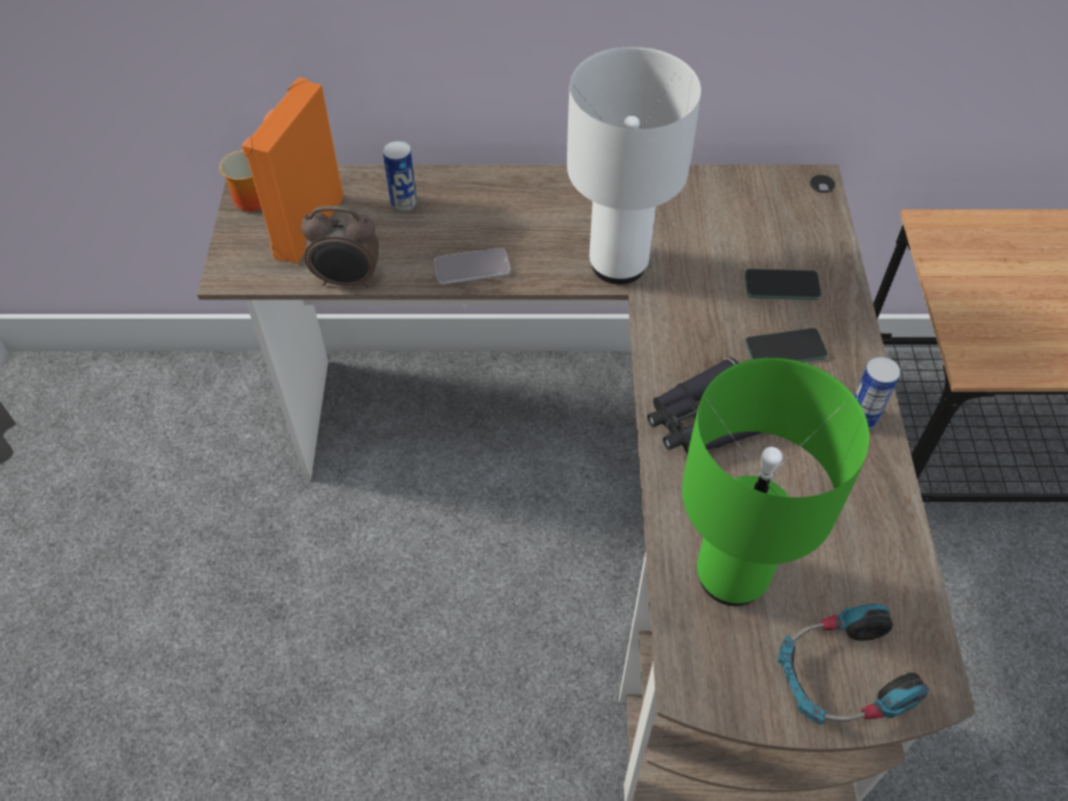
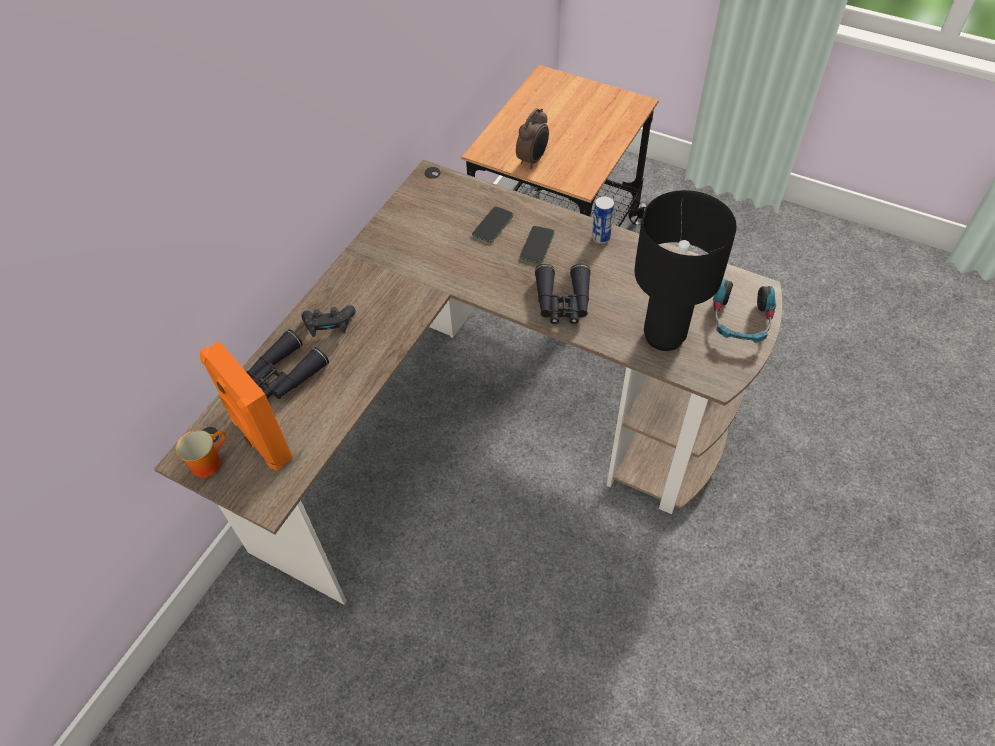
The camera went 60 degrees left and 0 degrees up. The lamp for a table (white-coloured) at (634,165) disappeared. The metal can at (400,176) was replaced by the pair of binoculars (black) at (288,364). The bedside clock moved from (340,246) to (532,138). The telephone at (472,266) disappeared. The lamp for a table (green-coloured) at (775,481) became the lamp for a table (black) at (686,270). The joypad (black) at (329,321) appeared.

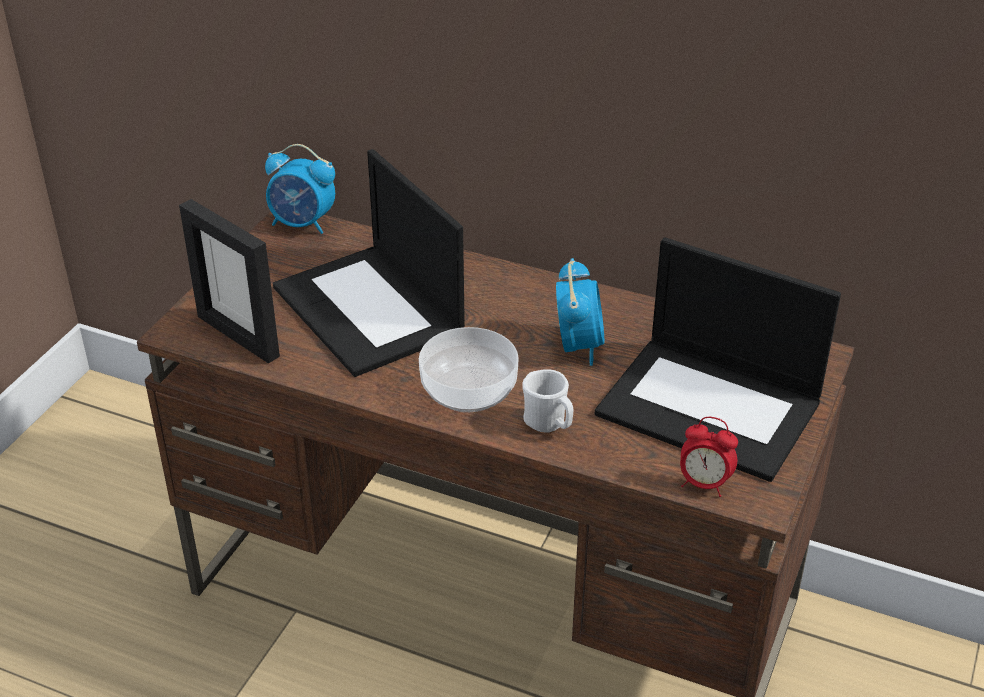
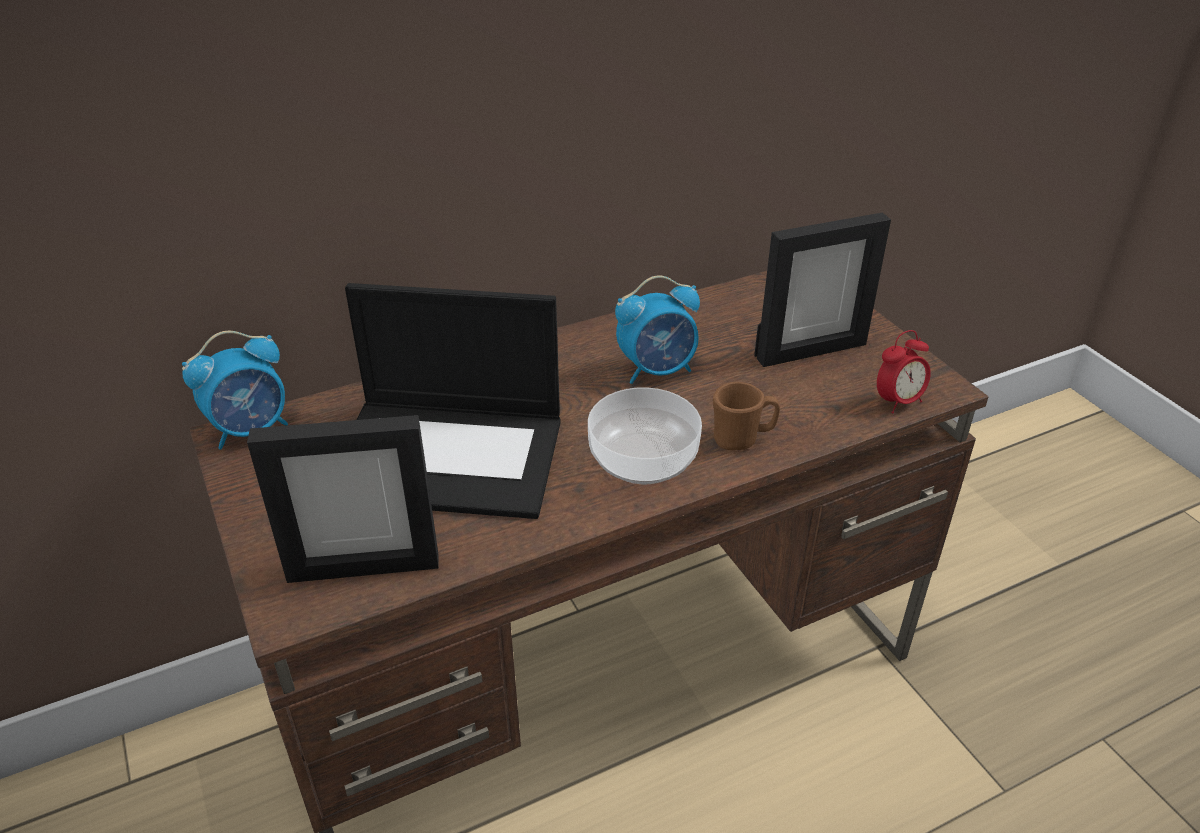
The camera went 50 degrees left and 0 degrees up. The portable computer at (718,359) was replaced by the picture frame at (822,289). The bedside clock at (580,312) turned 120 degrees clockwise. The tea mug (white-coloured) at (547,401) became the tea mug (brown) at (746,416).

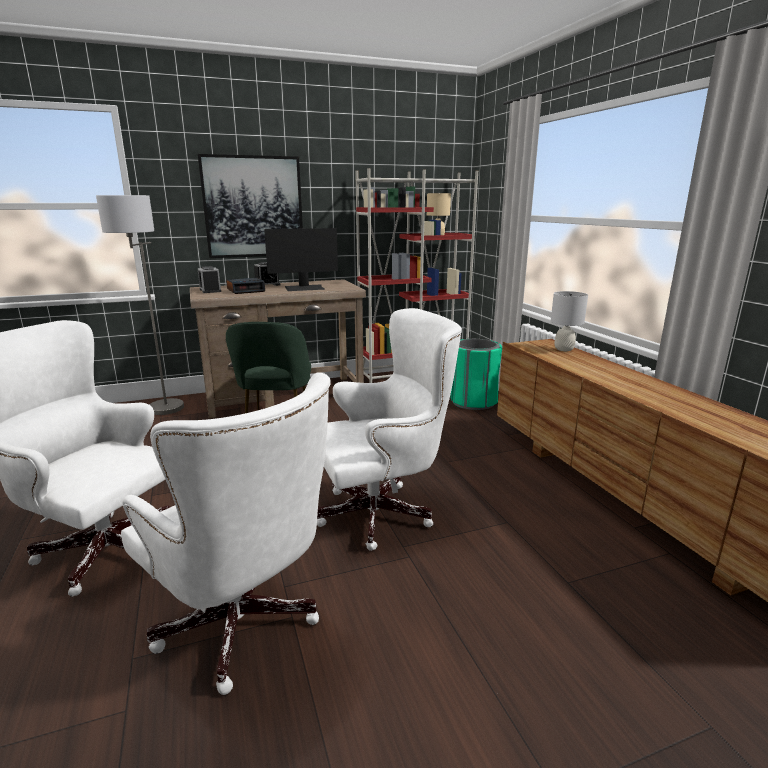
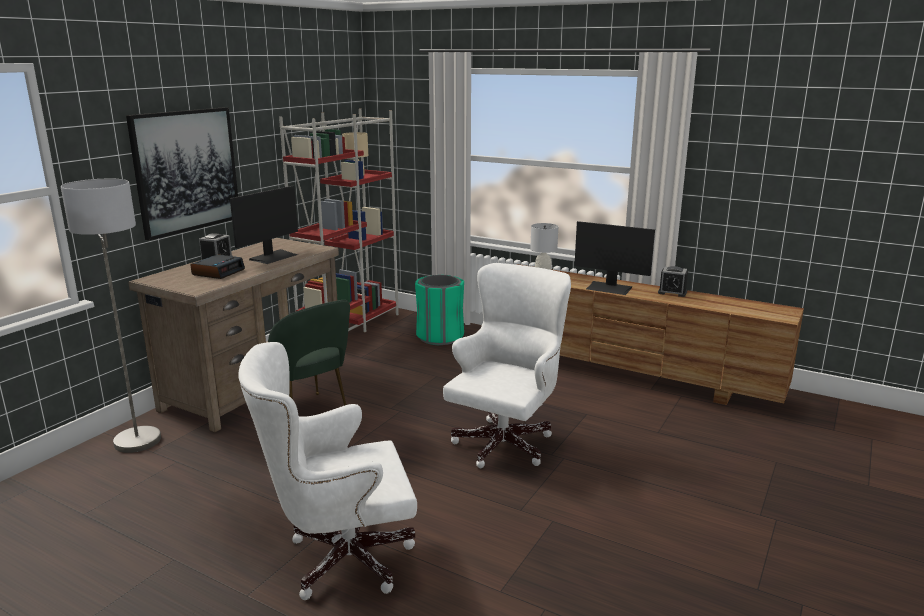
The camera went 40 degrees left and 0 degrees up. The bedside clock moved from (209,279) to (673,281). The computer chair (white-coloured) at (226,533) disappeared. The monitor at (614,258) appeared.

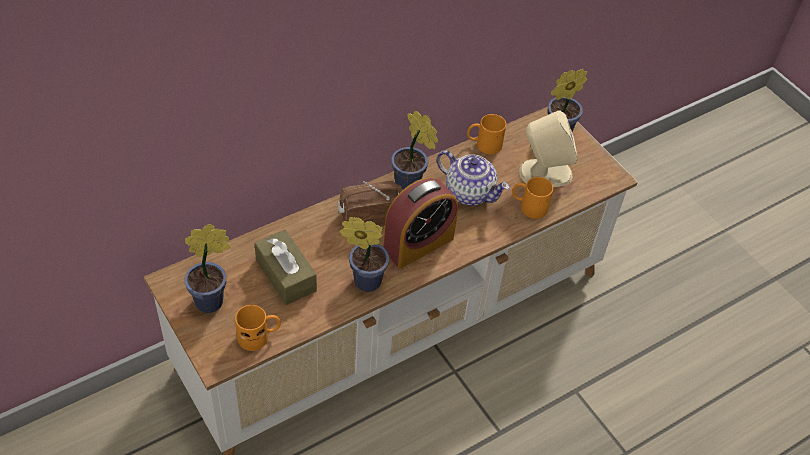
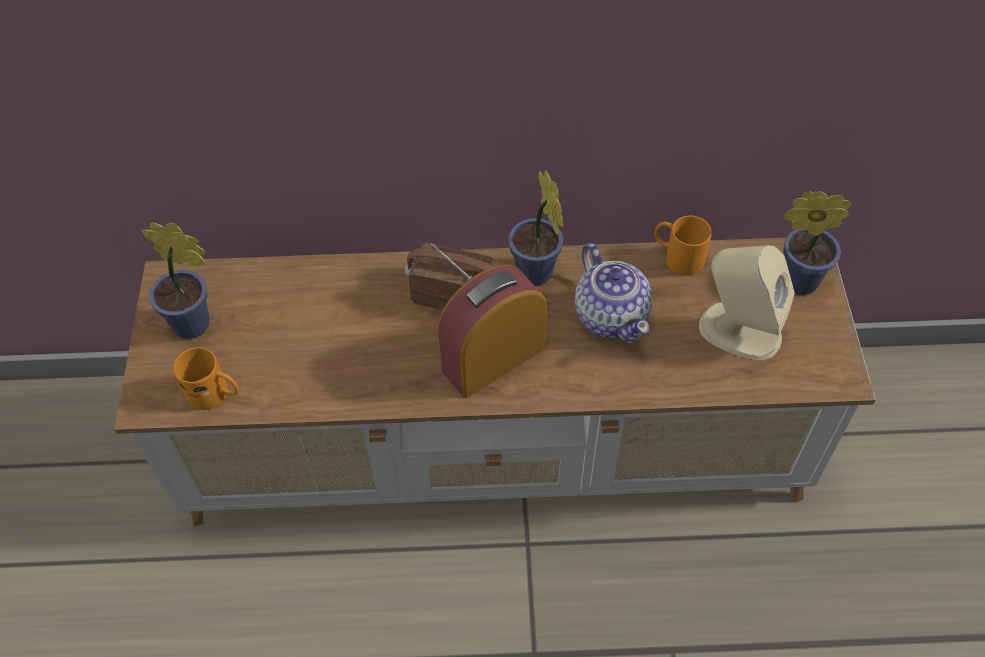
The camera went 35 degrees right and 5 degrees up. The bedside clock at (420,222) turned 150 degrees clockwise. The tea mug (orangey) at (532,198) disappeared. The plant in a pot at (364,254) disappeared. The tissue box (brown) at (285,267) disappeared.

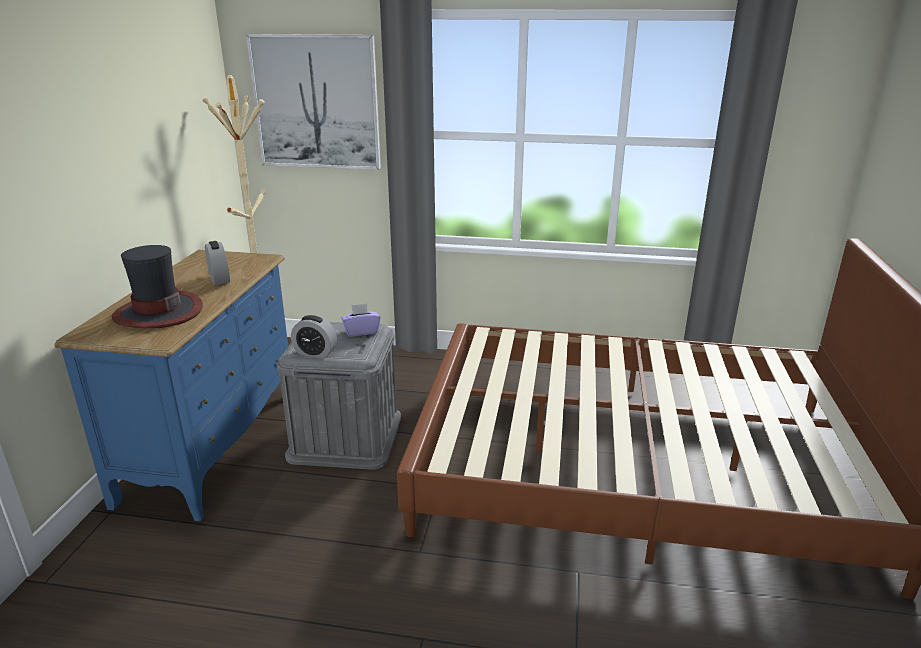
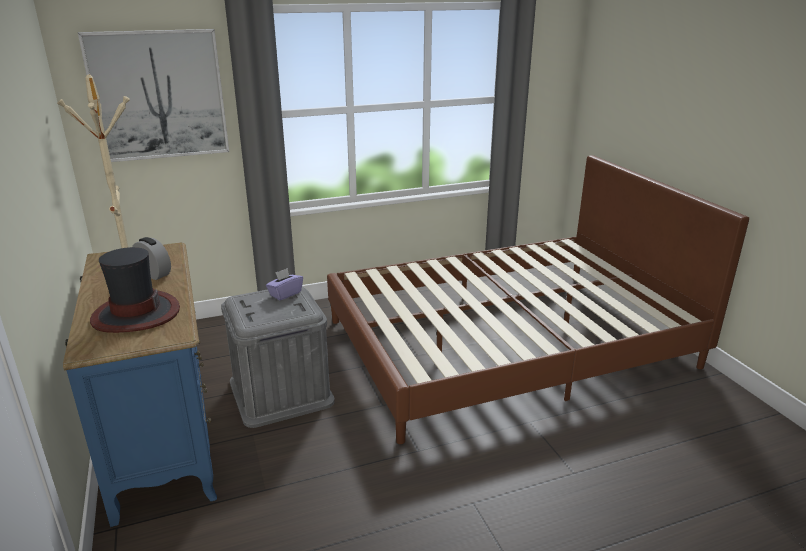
The camera went 30 degrees left and 0 degrees up. The bedside clock at (314,336) disappeared.

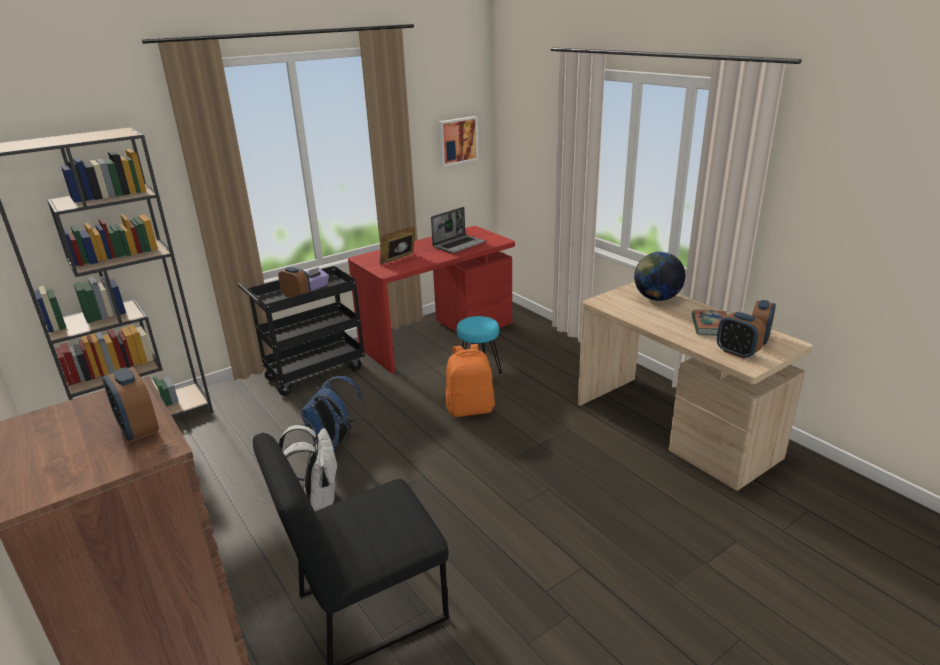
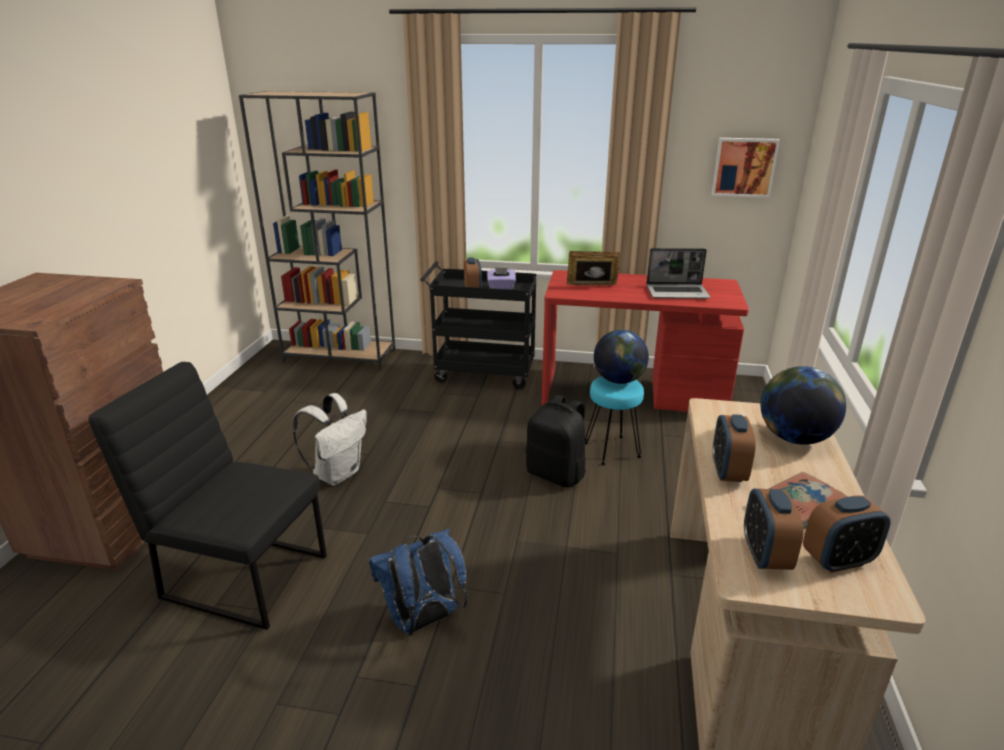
The camera went 45 degrees right and 0 degrees up. The rucksack (orangey) at (470,380) became the rucksack (black) at (556,441). The bedside clock moved from (130,404) to (734,448). The rucksack (blue-coloured) moved from (333,413) to (418,582). The globe at (621,357) appeared.

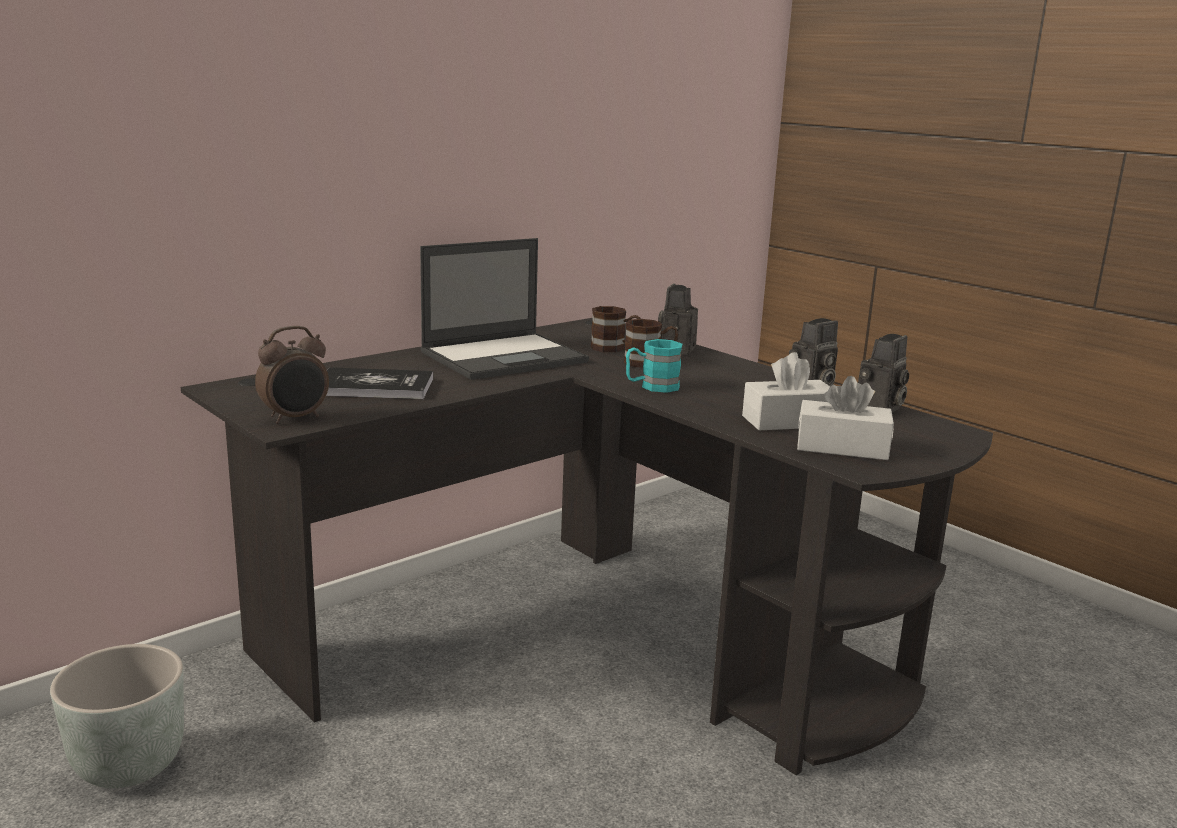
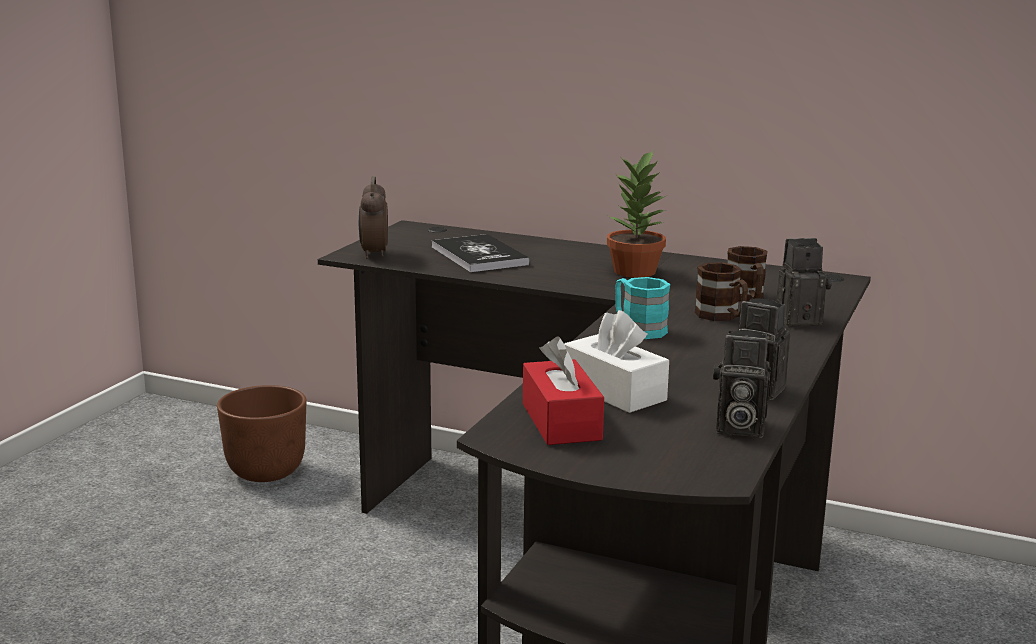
The camera went 65 degrees right and 0 degrees up. The portable computer at (504,309) was replaced by the plant in a pot at (636,214). The bedside clock at (292,375) turned 60 degrees clockwise. The tissue box (white-coloured) at (845,418) became the tissue box (reddish) at (563,390). The plant pot (gray) at (117,716) became the plant pot (brown) at (262,433).

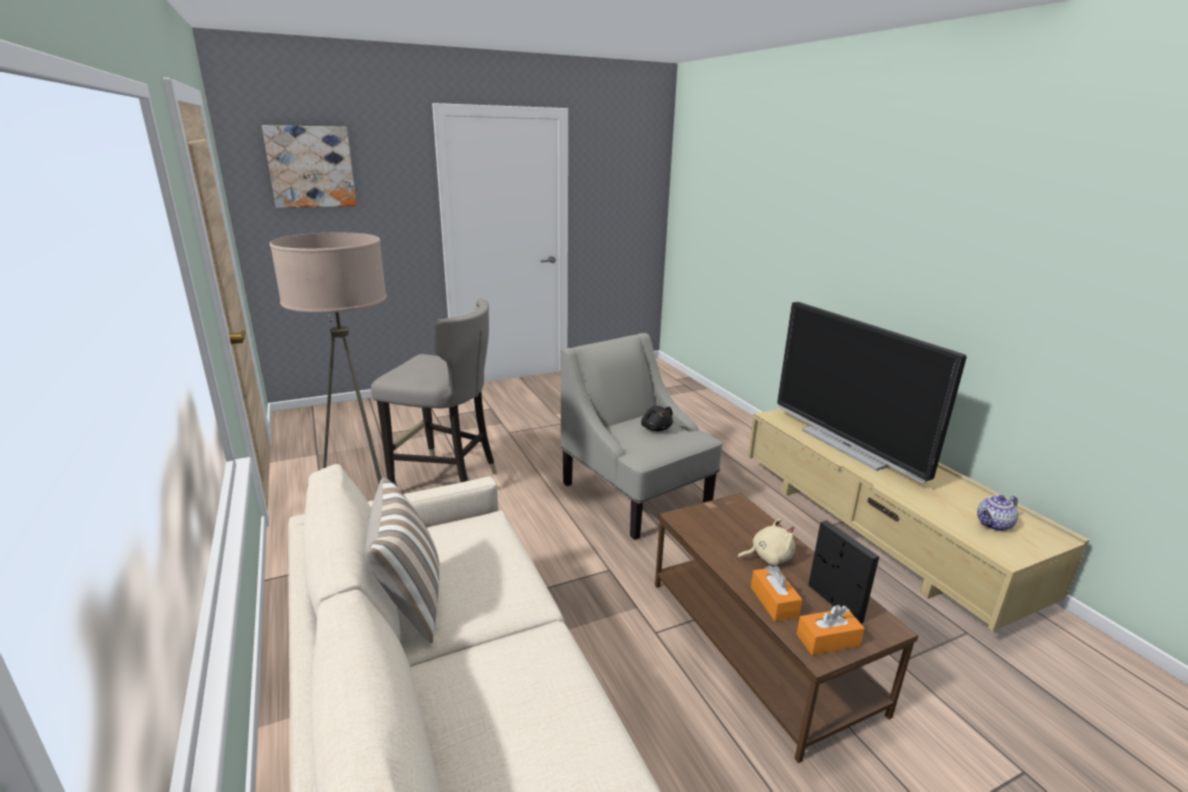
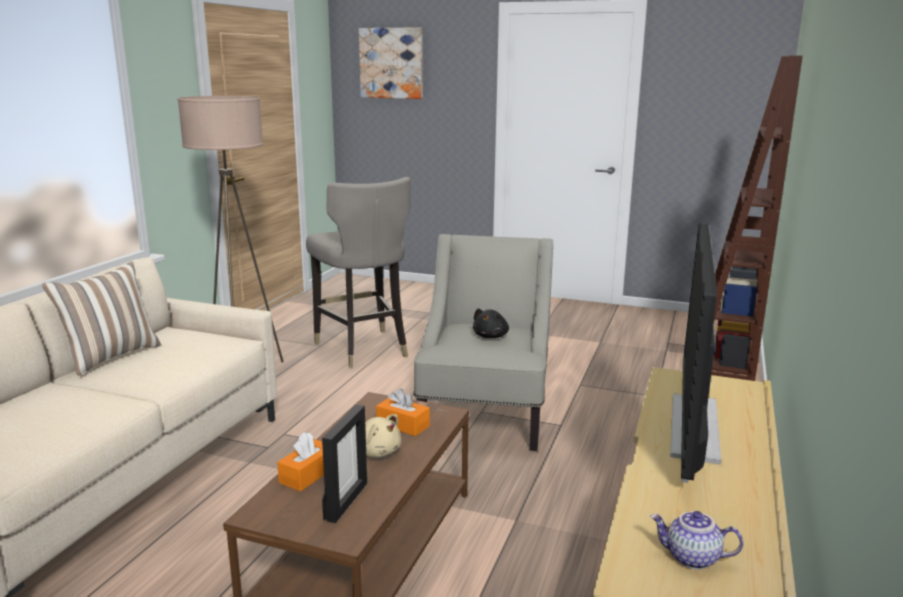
The camera went 45 degrees right and 5 degrees down. The tissue box (orangey) moved from (831,630) to (403,412). The bookshelf (brown) at (757,218) appeared.

